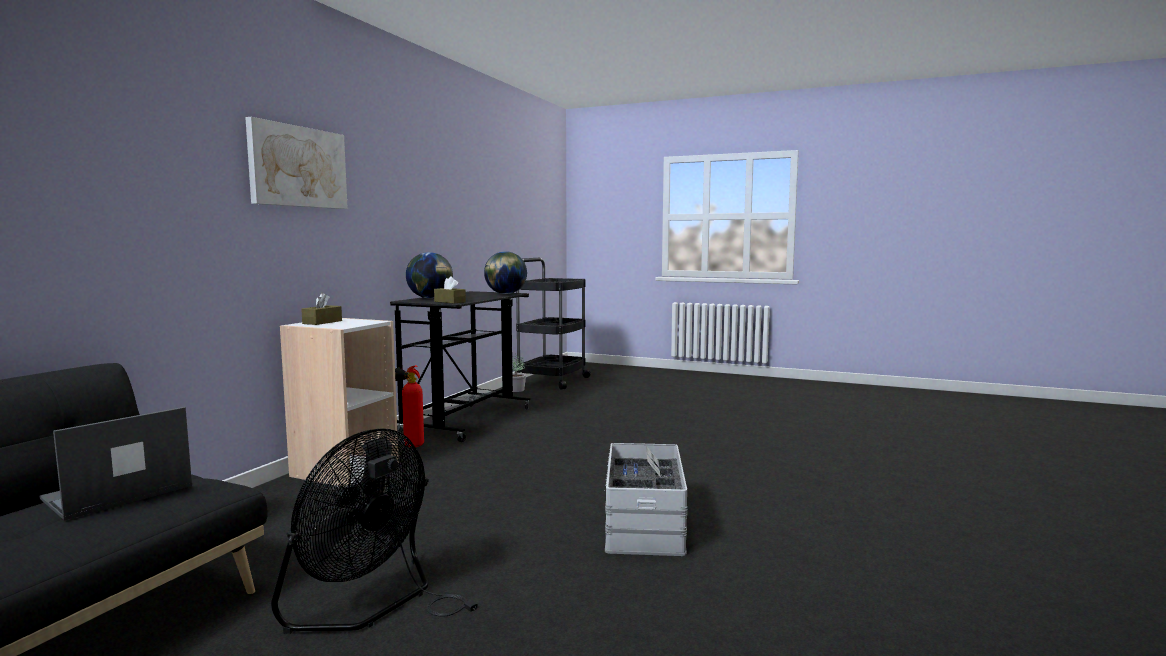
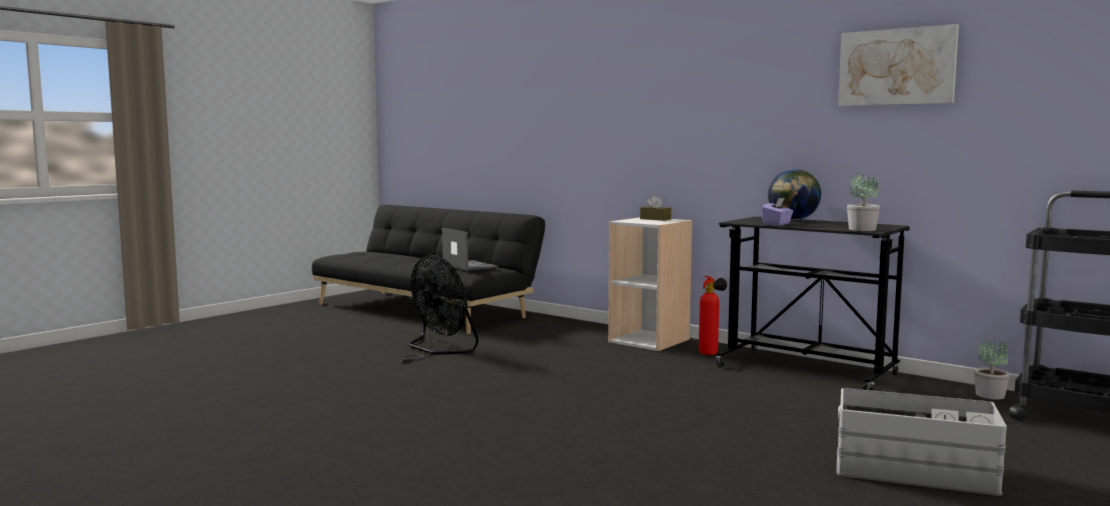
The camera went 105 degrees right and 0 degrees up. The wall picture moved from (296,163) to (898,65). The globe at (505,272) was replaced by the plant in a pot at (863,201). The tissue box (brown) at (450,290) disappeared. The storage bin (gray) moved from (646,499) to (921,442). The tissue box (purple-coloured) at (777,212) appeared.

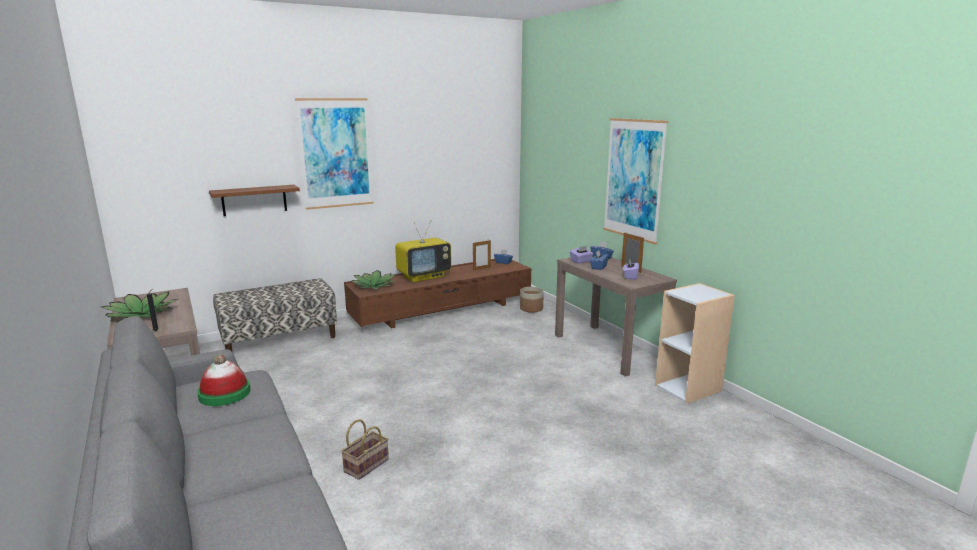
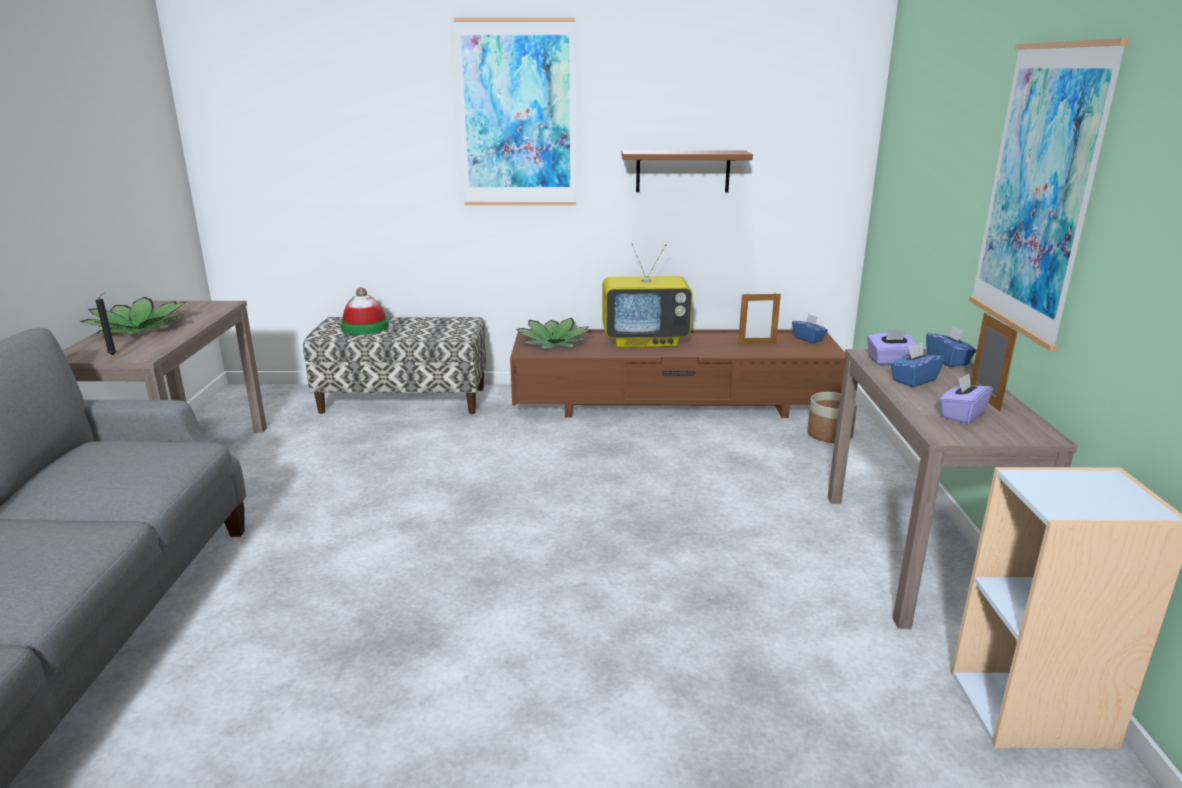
The camera went 30 degrees right and 5 degrees up. The bracket shelf (brown) moved from (254,200) to (687,171). The clothing hat moved from (224,380) to (365,311). The household basket at (365,449) disappeared.

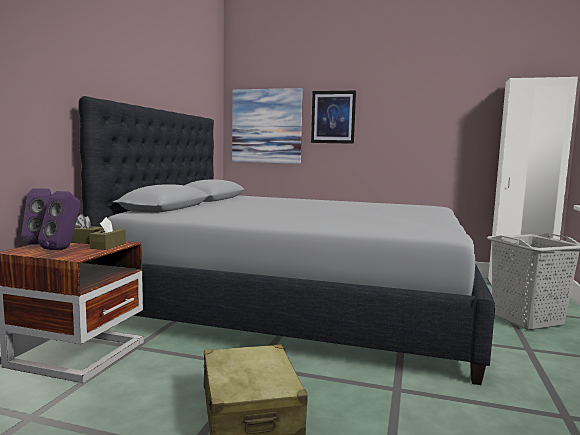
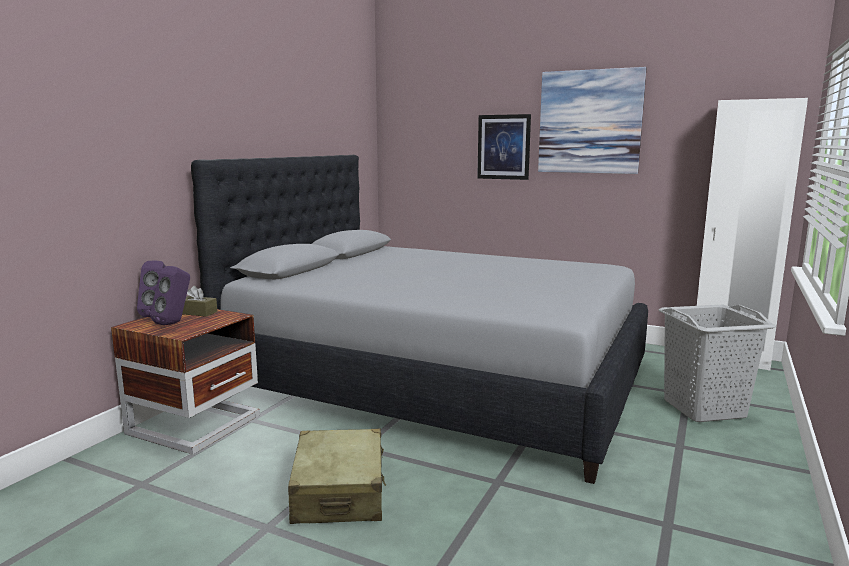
The camera went 10 degrees right and 5 degrees up. The wall picture moved from (267,126) to (592,120). The tissue box (brown) at (107,233) disappeared.

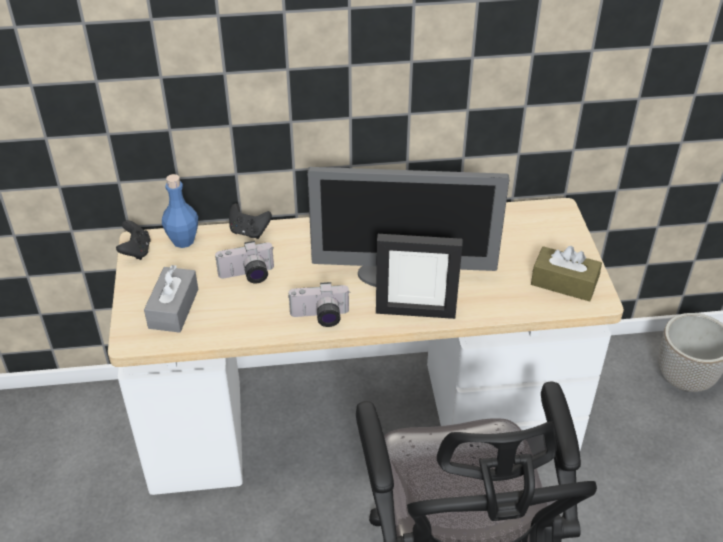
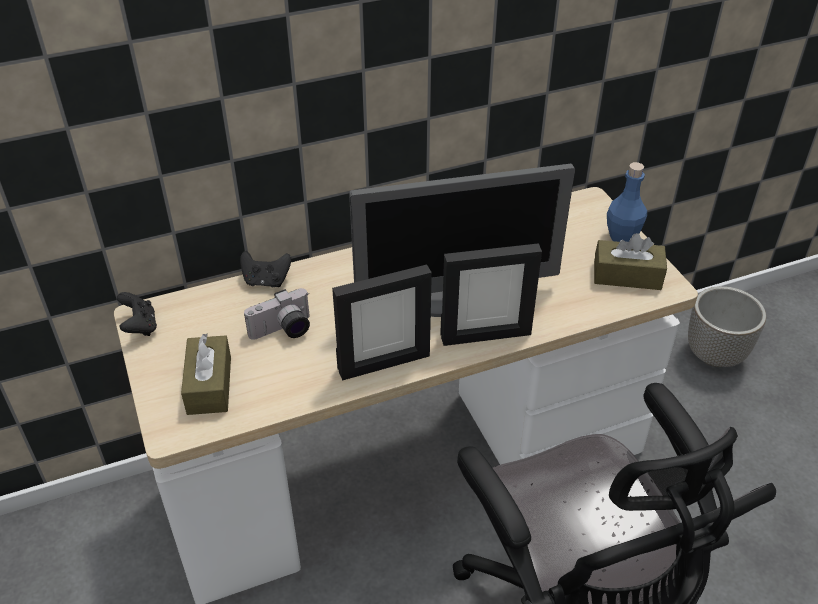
The camera went 15 degrees left and 0 degrees up. The bottle (blue-coloured) moved from (180,211) to (627,202). The tissue box (gray) at (171,299) became the tissue box (brown) at (206,374). The still camera at (319,304) was replaced by the picture frame at (382,322).

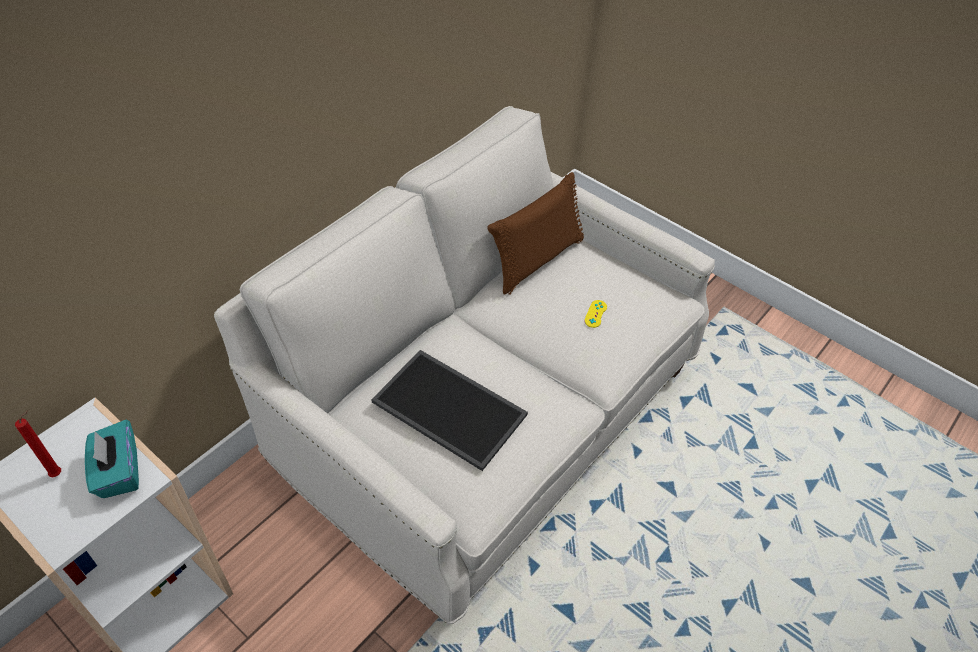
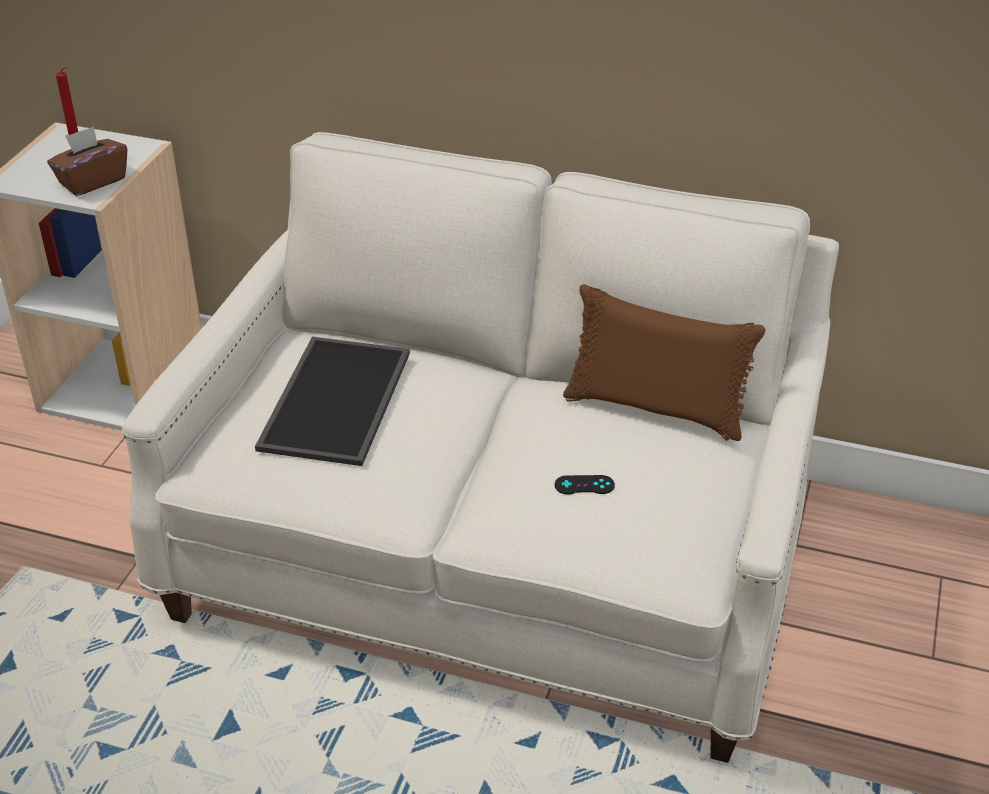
The camera went 70 degrees right and 10 degrees down. The joypad (yellow) at (595,314) became the joypad (black) at (585,485). The tissue box (turquoise-coloured) at (112,459) became the tissue box (brown) at (87,161).

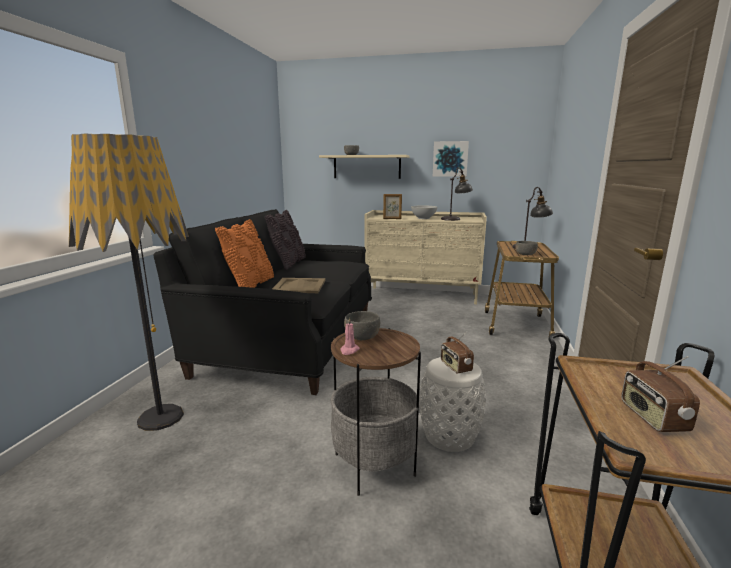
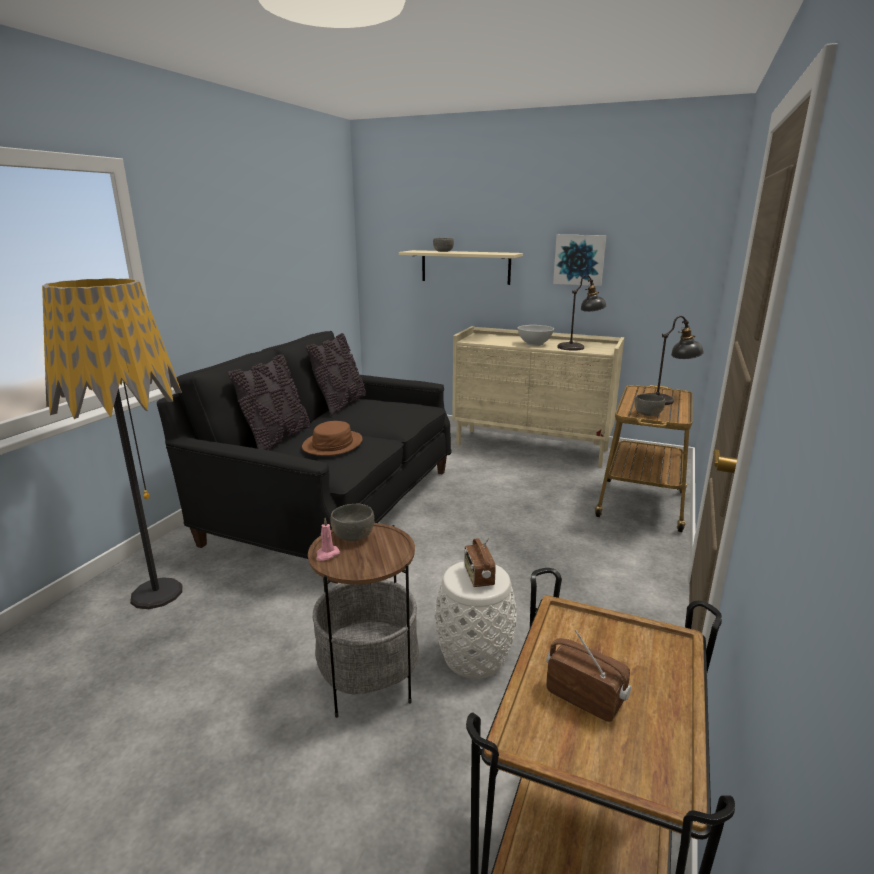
The camera went 10 degrees right and 5 degrees up. The picture frame at (392,206) disappeared. The cushion (orangey) at (244,253) became the cushion (black) at (269,402). The tray (beige-coloured) at (299,285) was replaced by the clothing hat (brown) at (332,438). The radio set at (660,394) turned 120 degrees clockwise.

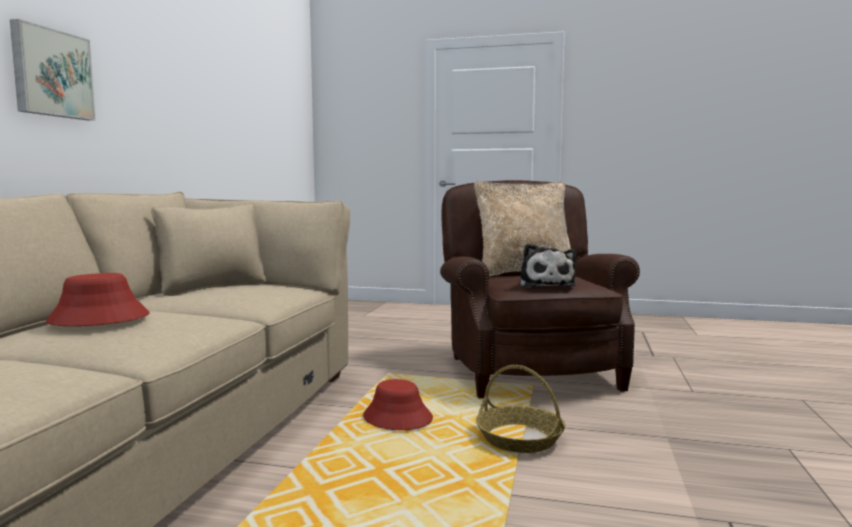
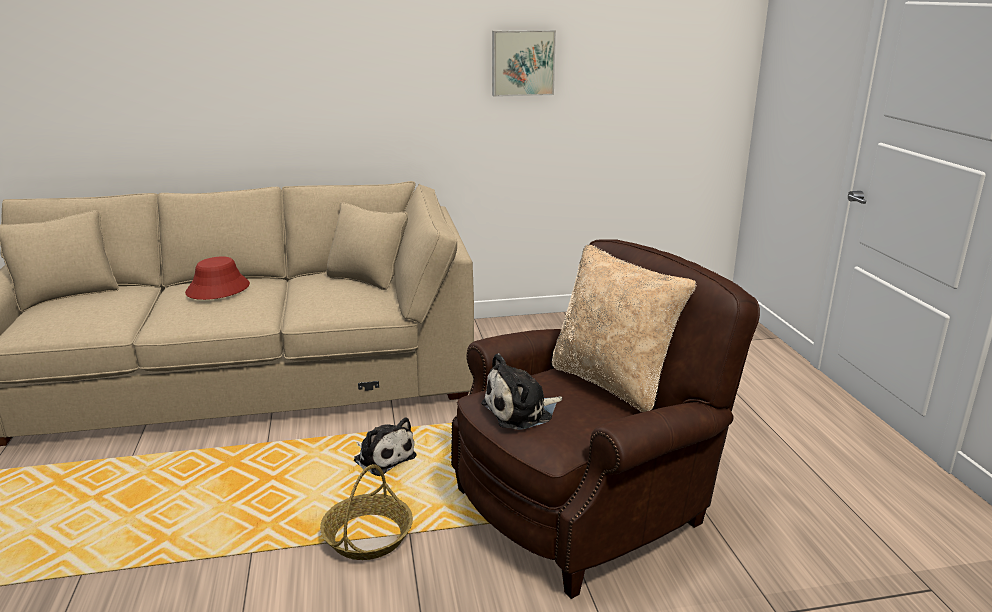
The camera went 65 degrees right and 15 degrees up. The wall picture moved from (53,69) to (524,63). The clothing hat (reddish) at (398,404) was replaced by the cuddly toy at (385,446).

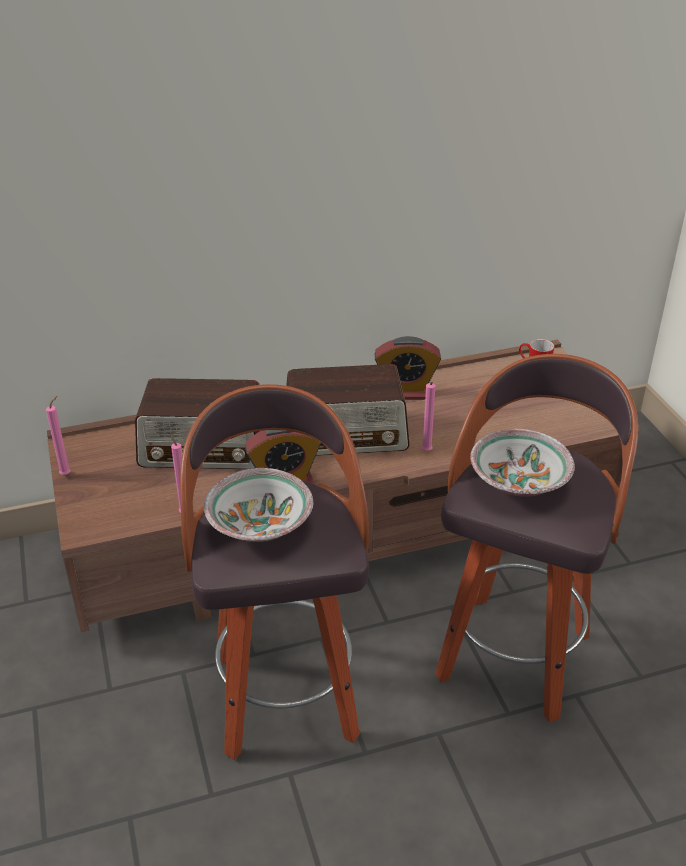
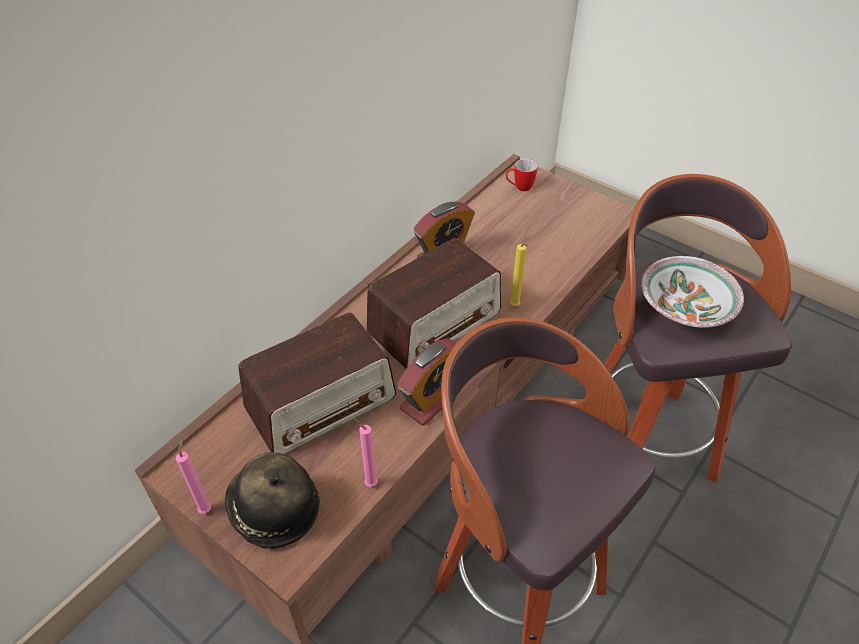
The camera went 35 degrees left and 10 degrees up. The wax candle (pink-coloured) at (429,416) became the wax candle (yellow) at (519,275). The deep dish at (258,505) disappeared. The clothing hat at (272,500) appeared.

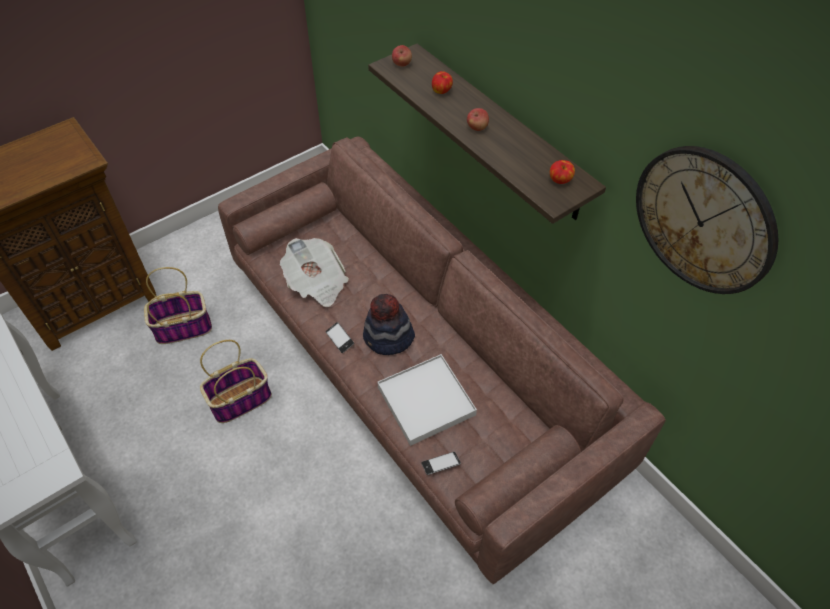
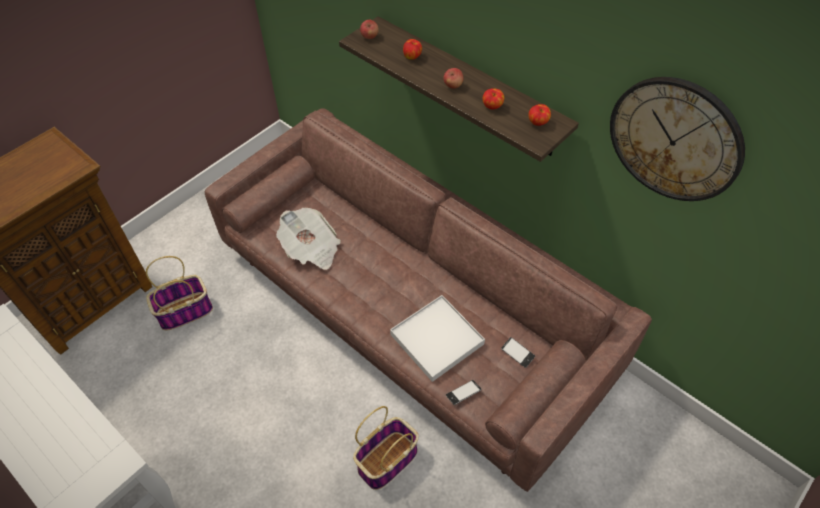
The camera went 10 degrees left and 0 degrees up. The clothing hat at (389,324) disappeared. The telephone moved from (340,337) to (518,352). The household basket moved from (236,381) to (386,448). The apple fruit at (493,98) appeared.

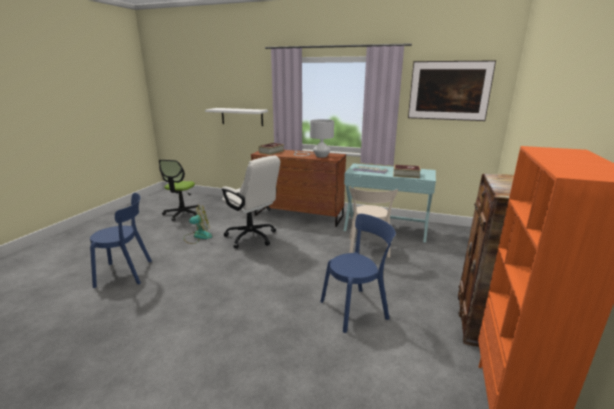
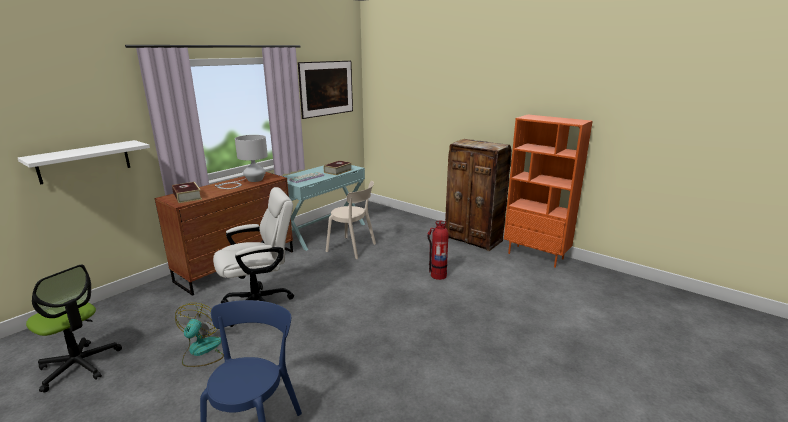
The camera went 70 degrees left and 0 degrees up. The chair (blue-coloured) at (358,273) was replaced by the fire-fighting cylinder at (438,250).

